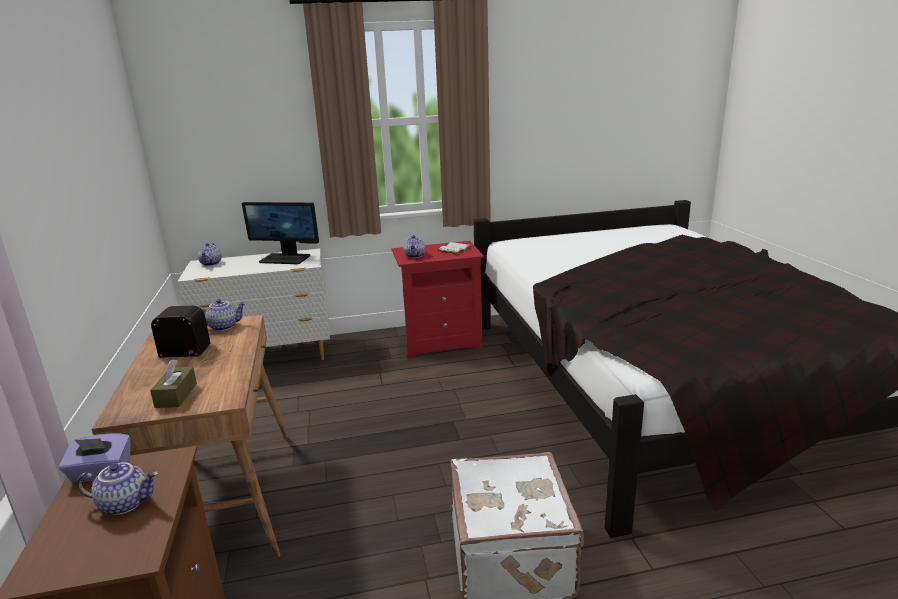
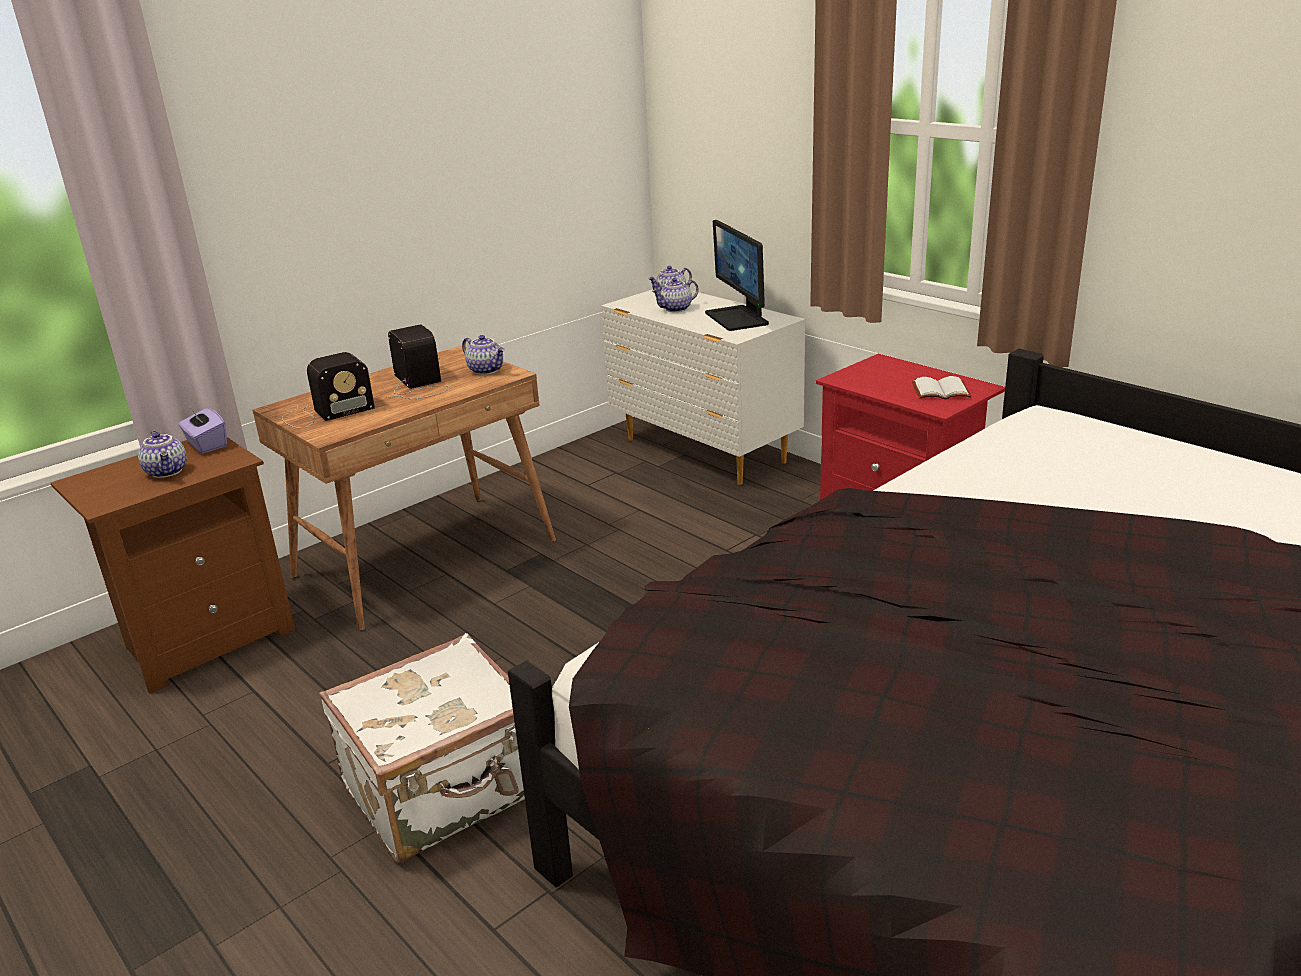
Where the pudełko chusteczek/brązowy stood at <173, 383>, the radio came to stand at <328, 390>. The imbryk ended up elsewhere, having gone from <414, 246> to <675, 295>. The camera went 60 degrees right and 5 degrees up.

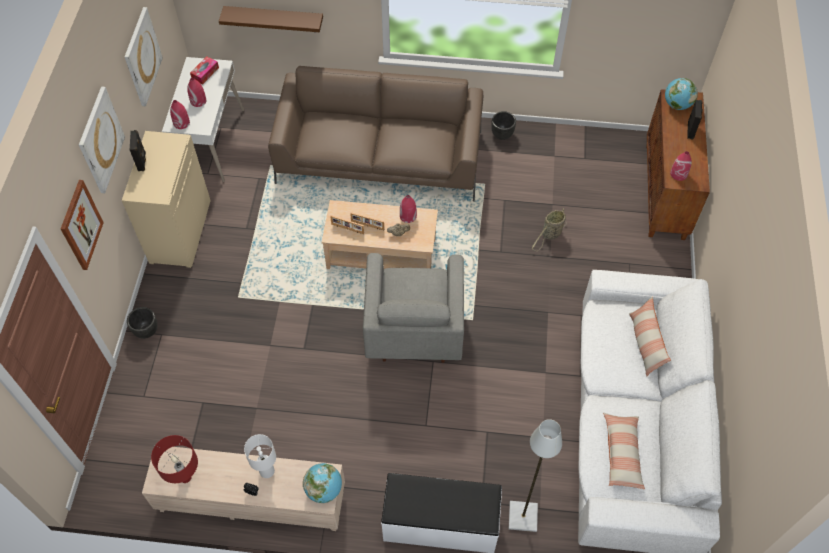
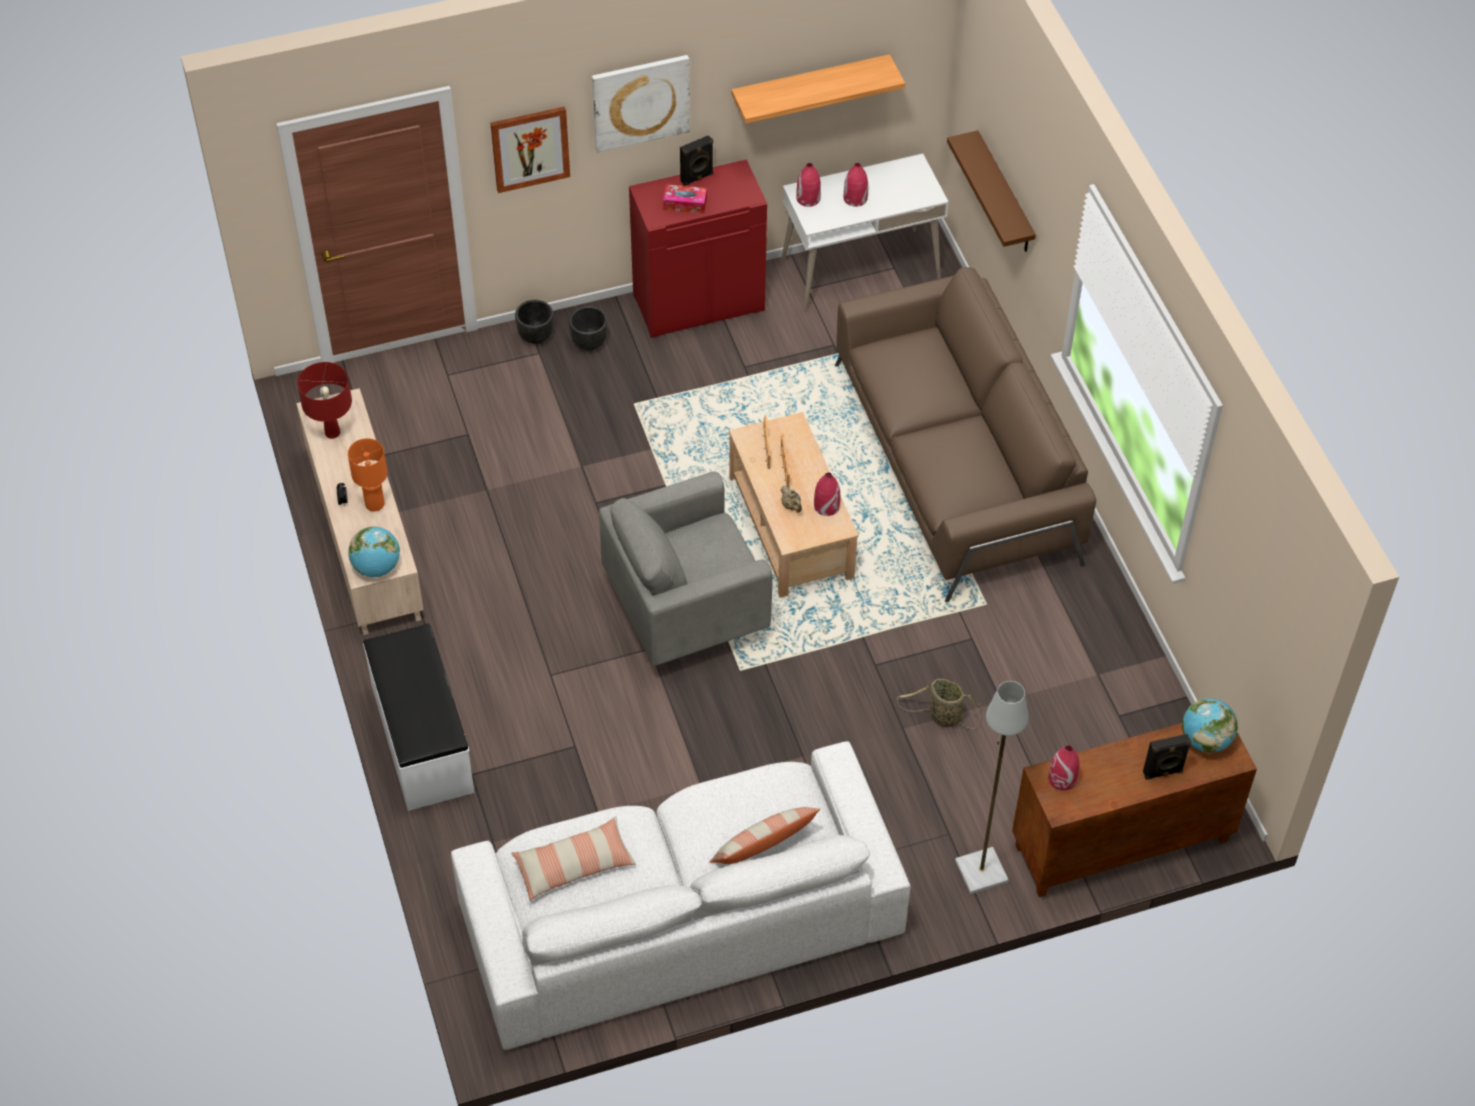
What was the szafka/beżowy at <166, 199> turned into the szafka/czerwony at <698, 248>. Where the obraz hung at <144, 57>, the półka came to hang at <818, 89>. The pudełko chusteczek ended up elsewhere, having gone from <204, 70> to <685, 198>. What was the lampa stołowa/biały at <260, 456> turned into the lampa stołowa/pomarańczowy at <368, 474>. The donica/czarny ended up elsewhere, having gone from <503, 125> to <588, 328>. The lampa stojąca/szary ended up elsewhere, having gone from <535, 475> to <991, 787>. The camera went 65 degrees right and 5 degrees down.

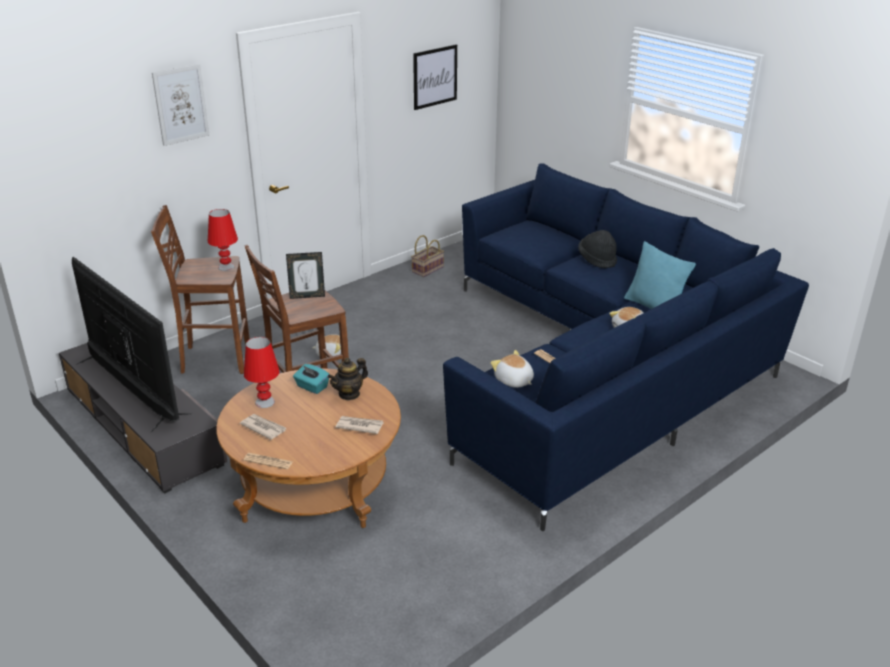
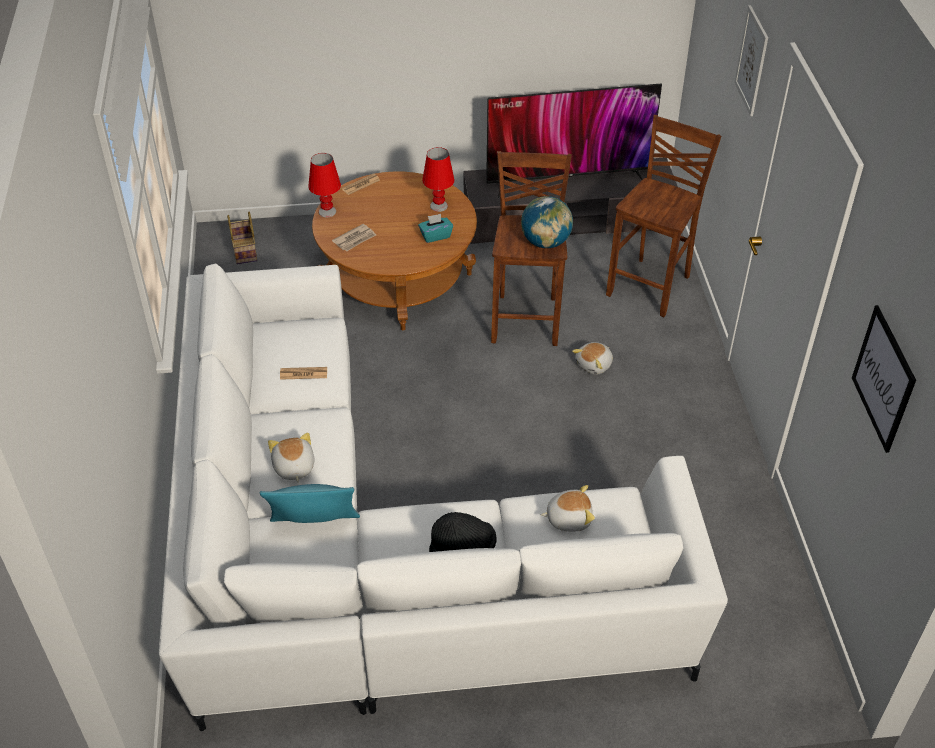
The lampa stołowa/czerwony ended up elsewhere, having gone from <223, 240> to <324, 185>. The second view lost the gazeta at <263, 427>. Where the ramka na zdjęcie stood at <305, 275>, the globus came to stand at <547, 222>. The second view lost the imbryk at <348, 379>. The koszyk ended up elsewhere, having gone from <427, 256> to <242, 238>. What was the kanapa/niebieski at <626, 347> turned into the kanapa/biały at <443, 497>. The pluszak ended up elsewhere, having gone from <512, 369> to <568, 508>. The camera went 125 degrees right and 15 degrees up.

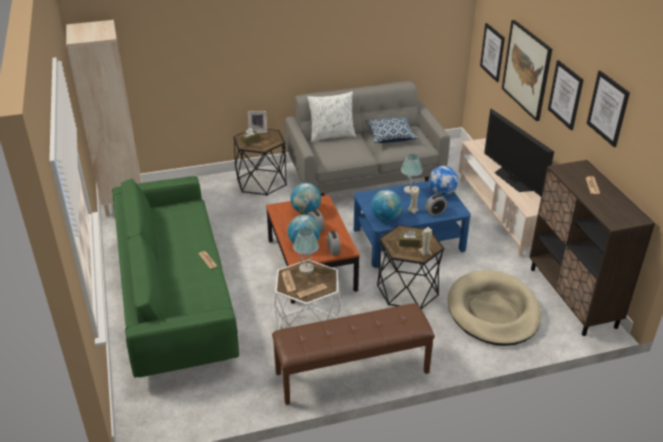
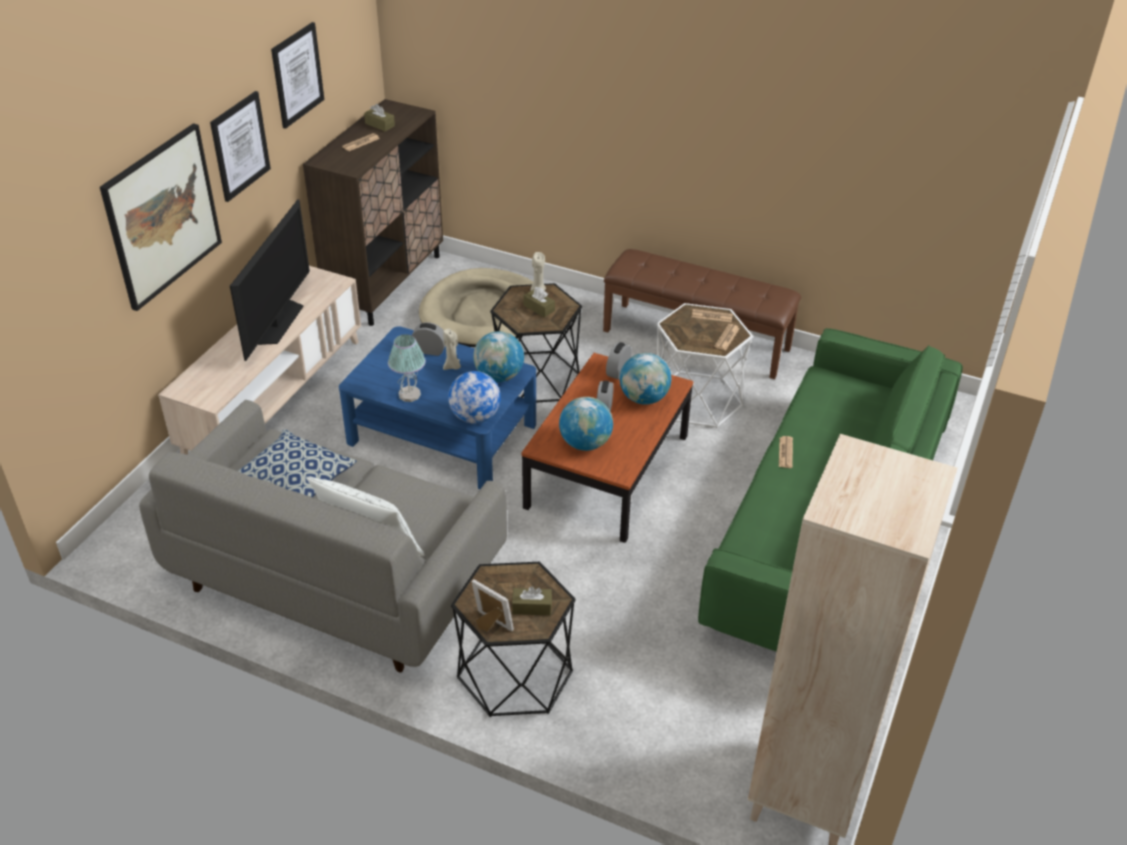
The second view lost the lampa stołowa at <306, 251>. The globus ended up elsewhere, having gone from <443, 181> to <474, 397>. The second view lost the obraz at <492, 52>. The second view gained the pudełko chusteczek/brązowy at <379, 117>. The camera went 140 degrees left and 5 degrees up.

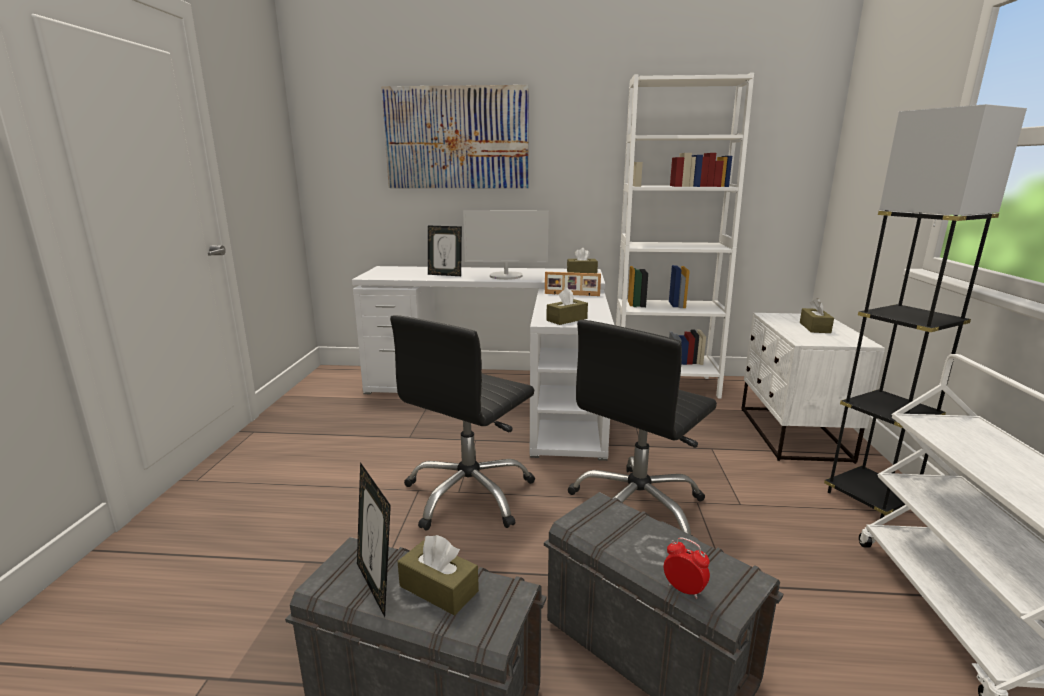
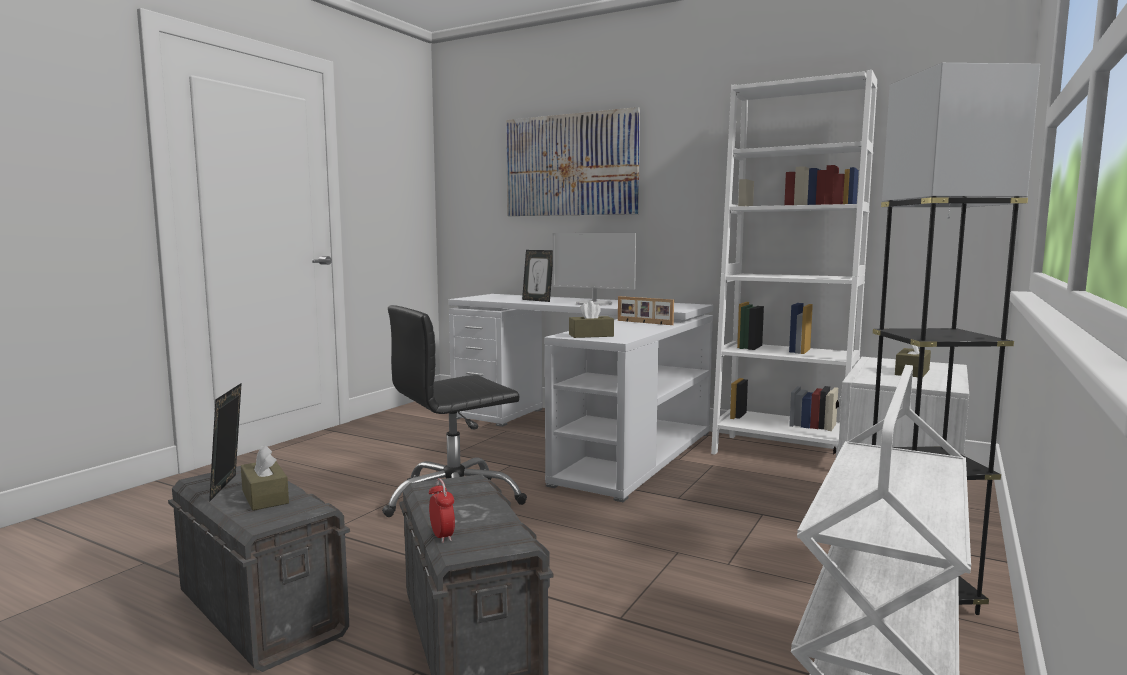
The second view lost the pudełko chusteczek/brązowy at <582, 260>. The second view lost the krzesło biurowe/czarny at <642, 427>. The camera went 25 degrees right and 10 degrees down.

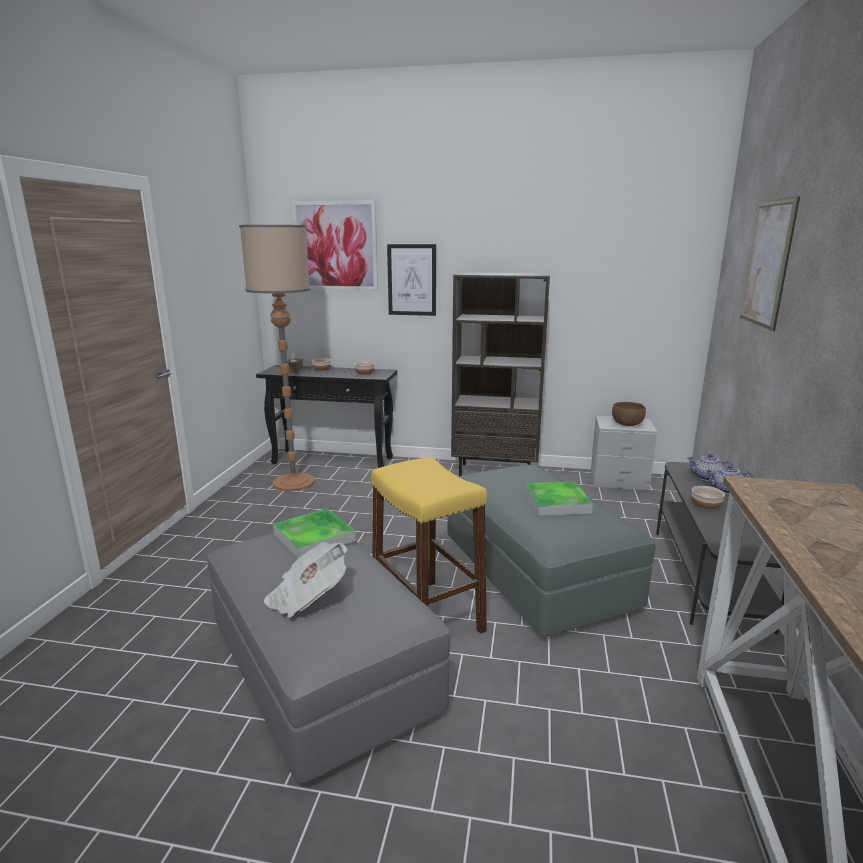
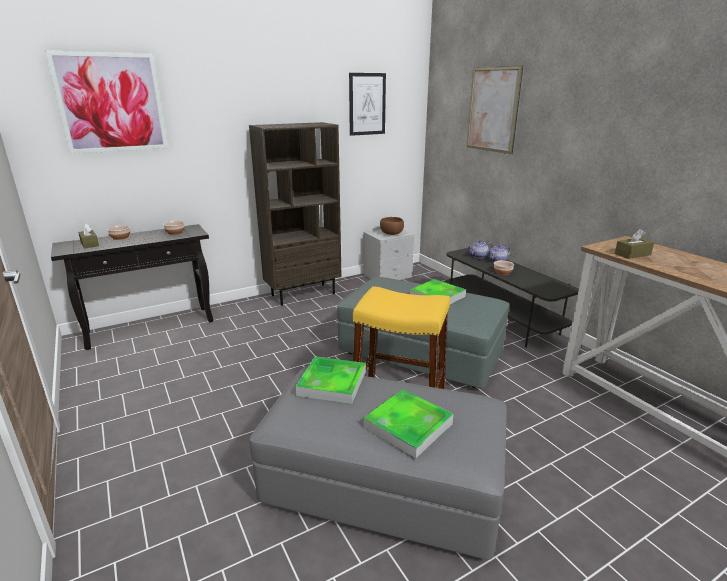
The second view lost the lampa stojąca at <277, 358>. Where the gazeta stood at <306, 580>, the taca came to stand at <408, 423>. The obraz ended up elsewhere, having gone from <411, 280> to <367, 104>. The second view gained the pudełko chusteczek/brązowy at <634, 244>. The camera went 40 degrees left and 5 degrees up.

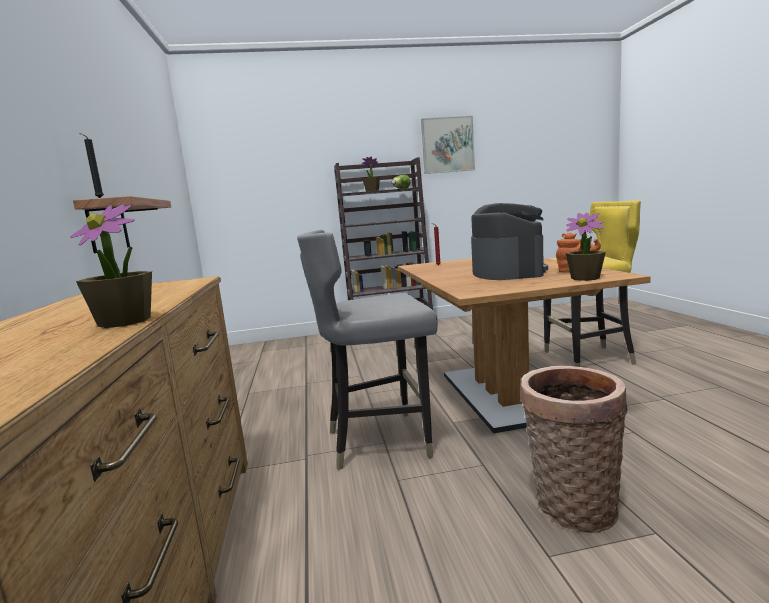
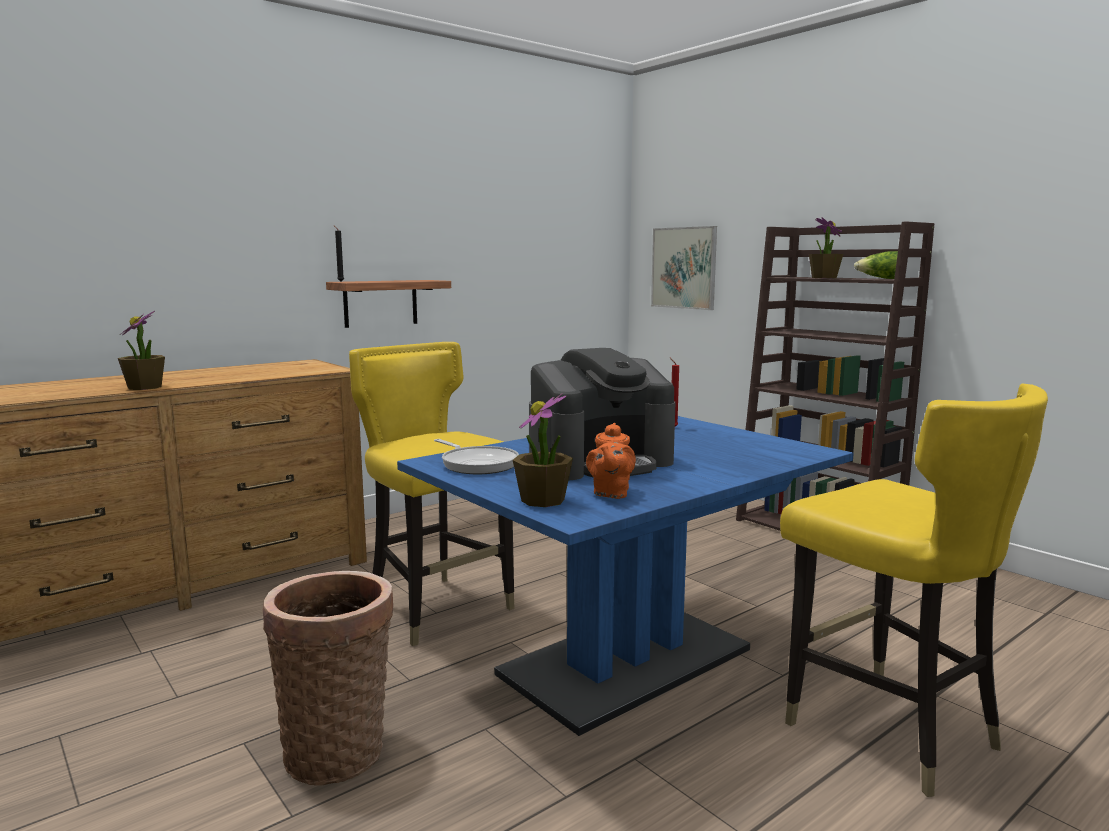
What was the krzesło/szary at <367, 350> turned into the krzesło/żółty at <432, 494>. What was the stół jadalny/brązowy at <524, 345> turned into the stół jadalny/niebieski at <625, 576>. The obraz ended up elsewhere, having gone from <448, 145> to <684, 268>. The second view gained the patelnia at <476, 456>. The camera went 60 degrees right and 0 degrees up.

